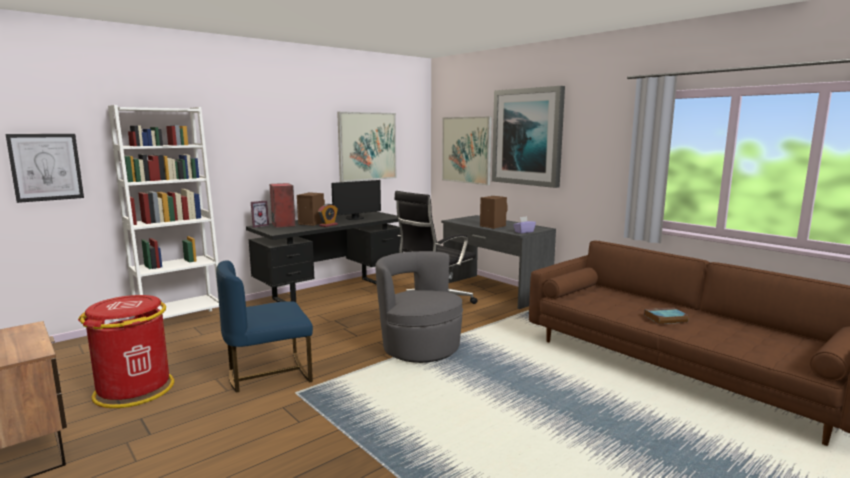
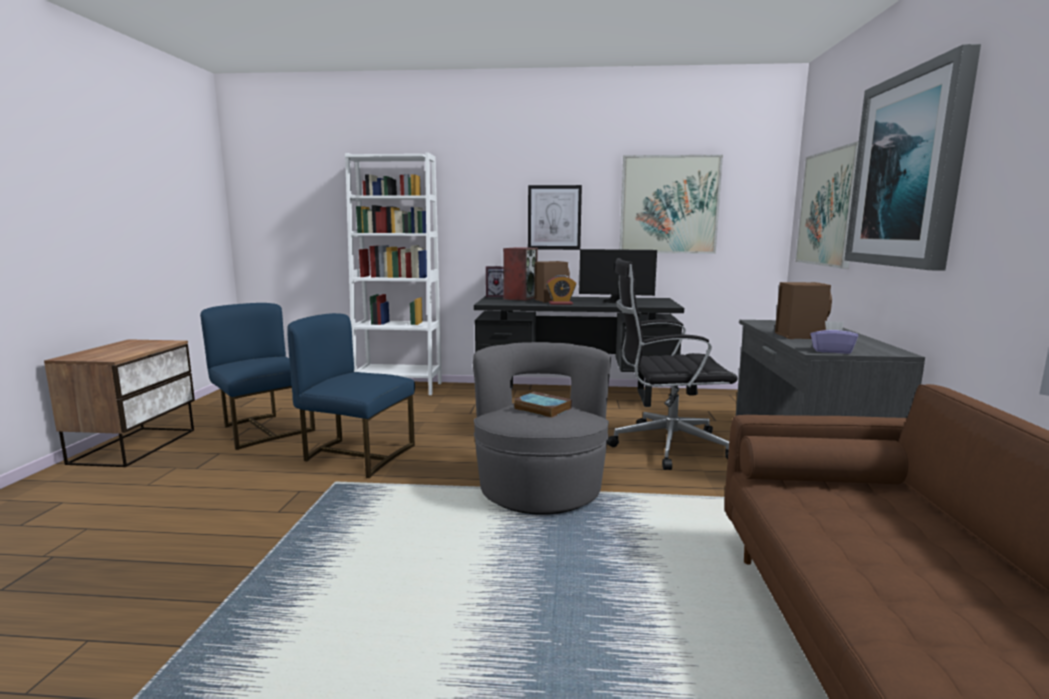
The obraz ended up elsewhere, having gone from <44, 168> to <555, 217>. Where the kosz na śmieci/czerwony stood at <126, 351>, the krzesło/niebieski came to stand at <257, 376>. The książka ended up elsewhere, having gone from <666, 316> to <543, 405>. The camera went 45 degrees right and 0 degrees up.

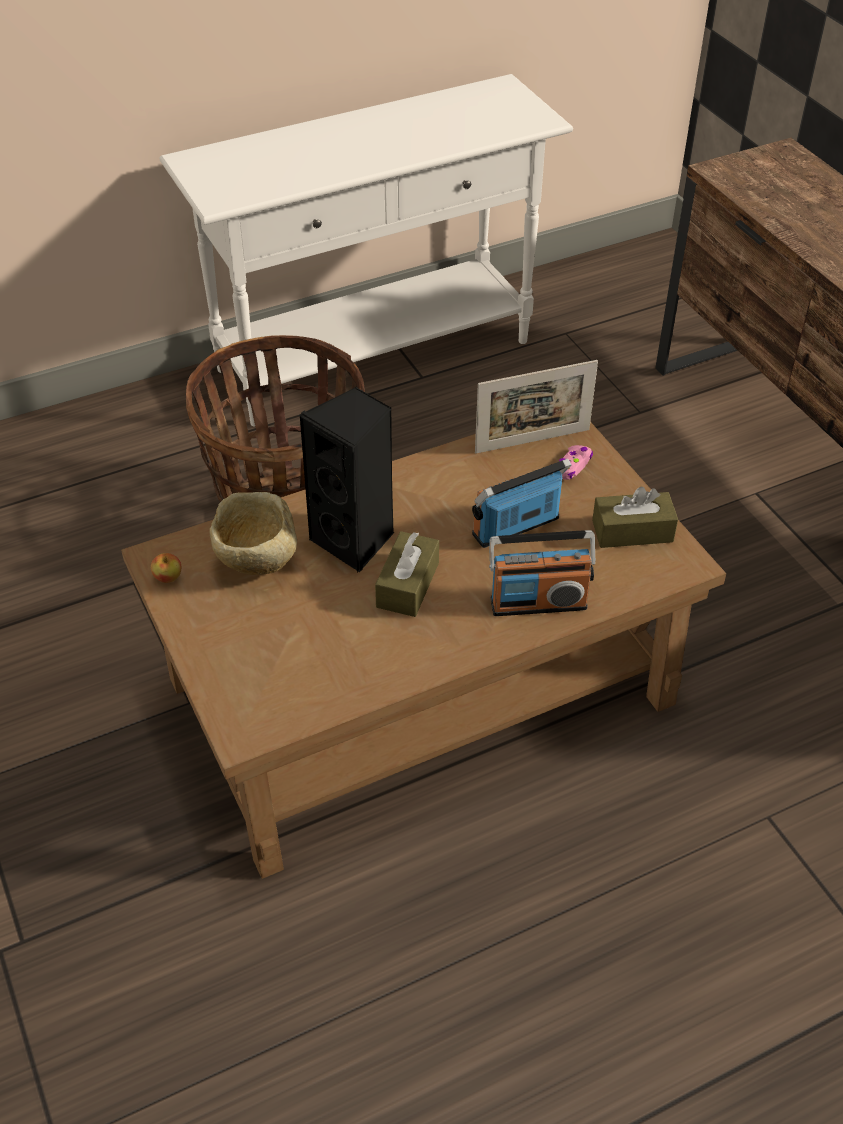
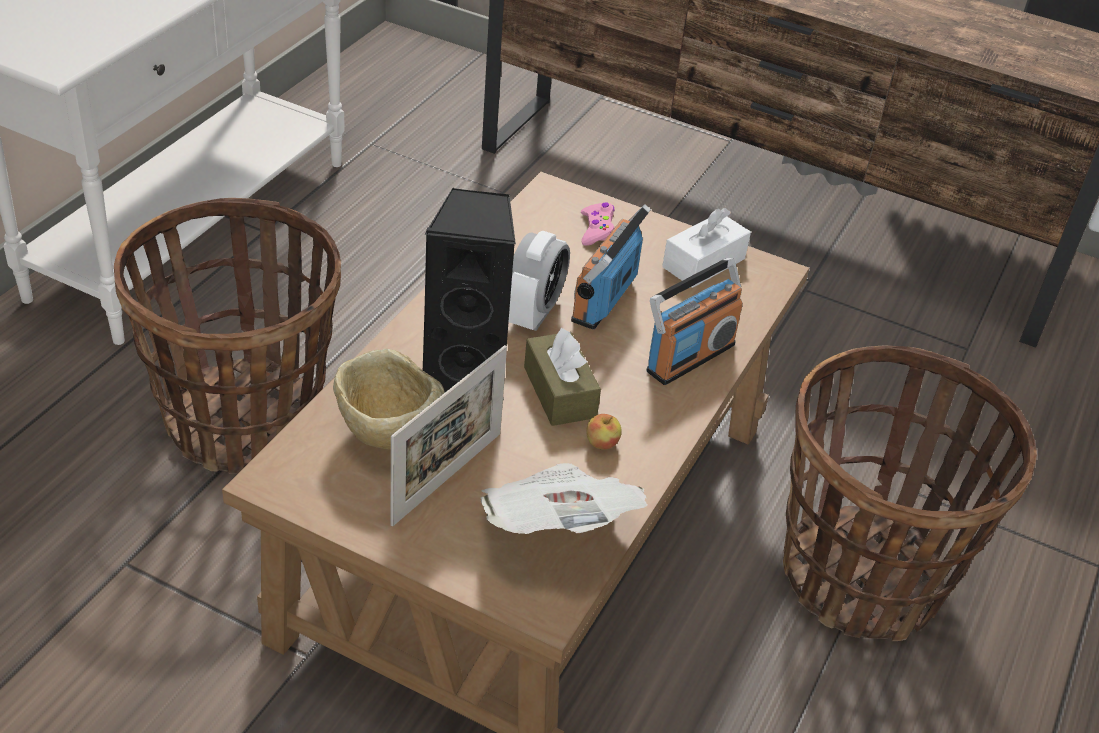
The jabłko ended up elsewhere, having gone from <166, 568> to <604, 432>. The ramka na zdjęcie ended up elsewhere, having gone from <536, 406> to <449, 435>. What was the pudełko chusteczek/brązowy at <635, 517> turned into the pudełko chusteczek/biały at <706, 248>. The second view gained the gazeta at <564, 498>. The second view gained the budzik at <539, 280>. The second view gained the koszyk at <910, 493>. The camera went 40 degrees left and 5 degrees down.

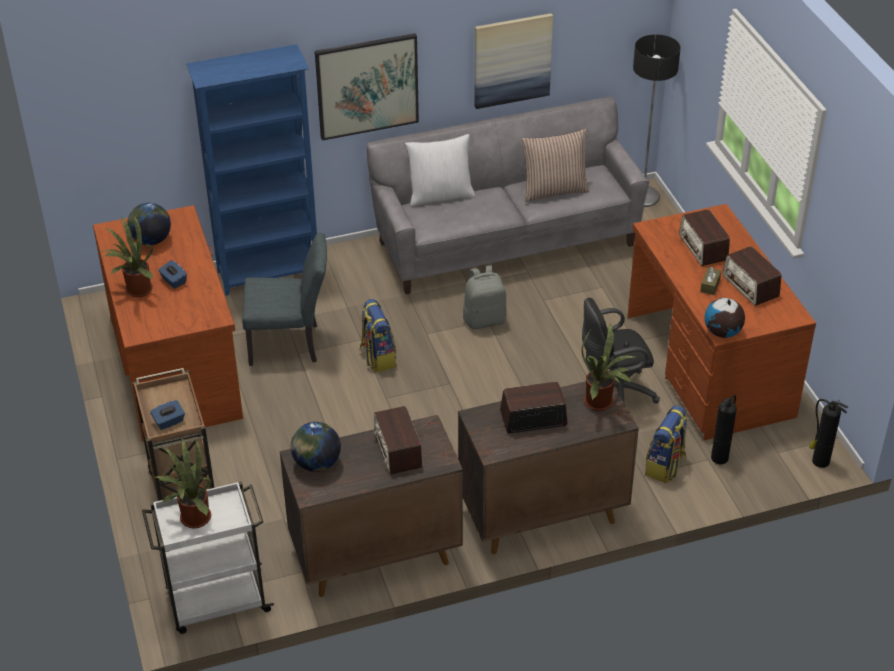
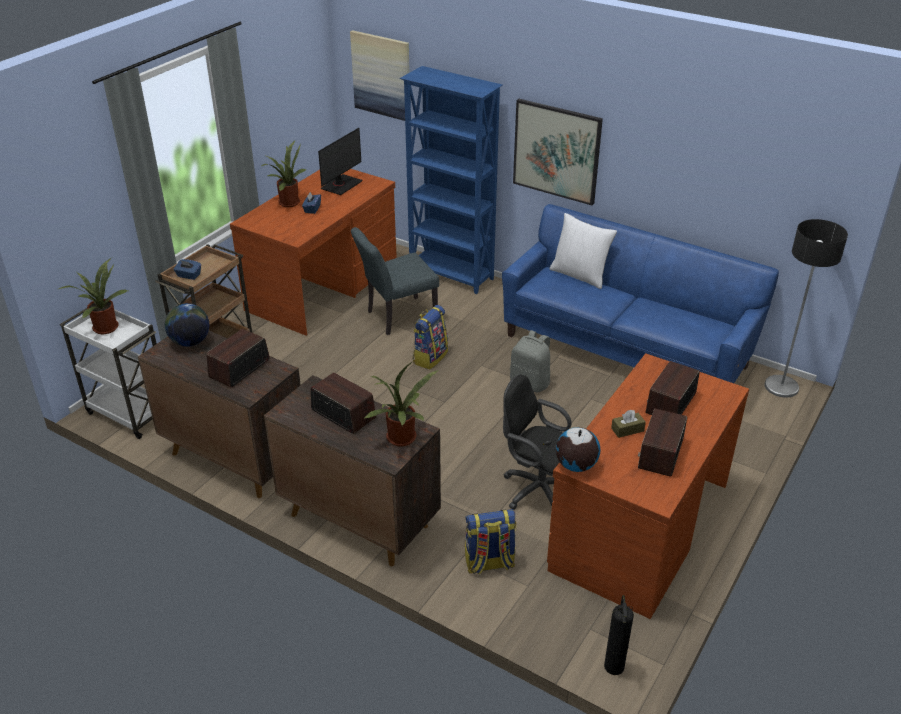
Where the globus stood at <149, 224>, the monitor came to stand at <340, 161>. The krzesło/szary at <284, 299> ended up facing another way, 105 degrees clockwise from before. What was the kanapa/szary at <508, 195> turned into the kanapa/niebieski at <640, 293>. The obraz ended up elsewhere, having gone from <514, 61> to <380, 75>. The second view lost the poduszka at <555, 165>. The second view lost the gaśnica at <724, 429>. The camera went 50 degrees right and 5 degrees down.

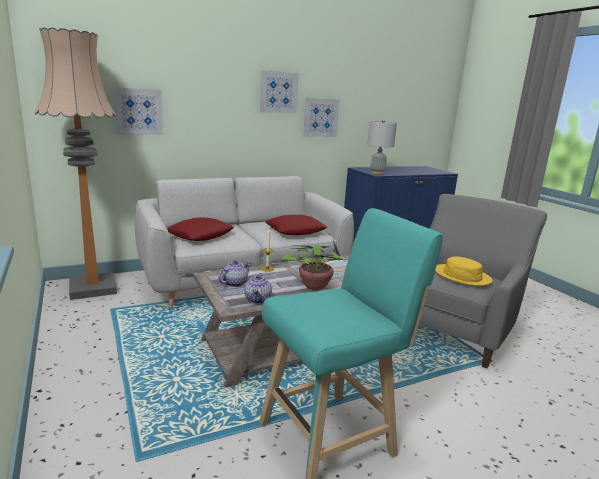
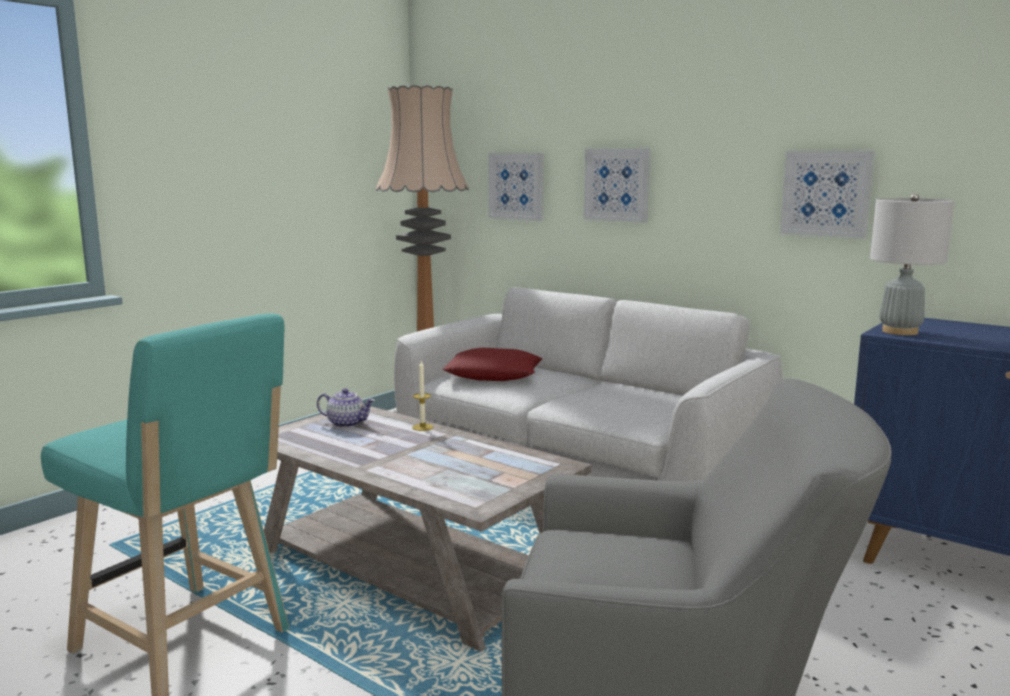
The second view lost the imbryk at <258, 288>. The obraz ended up elsewhere, having gone from <279, 92> to <617, 185>. The second view lost the poduszka/czerwony at <296, 225>. The second view lost the roślina doniczkowa at <315, 265>. The second view lost the kapelusz/żółty at <463, 271>. The camera went 65 degrees right and 5 degrees down.

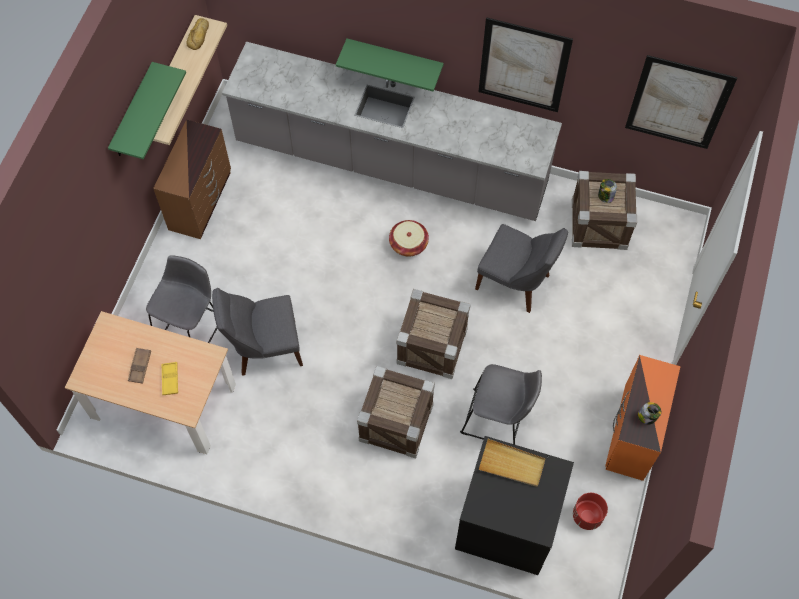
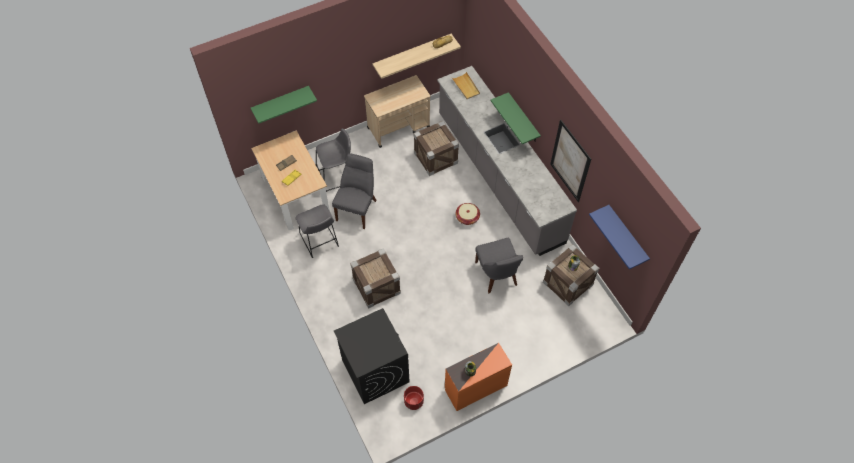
The półka/zielony ended up elsewhere, having gone from <147, 110> to <284, 105>. Where the komoda/brązowy stood at <192, 179>, the wózek/beżowy came to stand at <397, 111>. The krzesło/szary at <257, 332> ended up facing another way, 75 degrees clockwise from before. The skrzynka ended up elsewhere, having gone from <433, 334> to <436, 148>. The stołek/szary ended up elsewhere, having gone from <501, 404> to <317, 231>. The taca/beżowy ended up elsewhere, having gone from <511, 463> to <466, 85>. Where the obraz hung at <681, 102>, the półka/niebieski came to hang at <619, 237>. The camera went 45 degrees right and 5 degrees down.

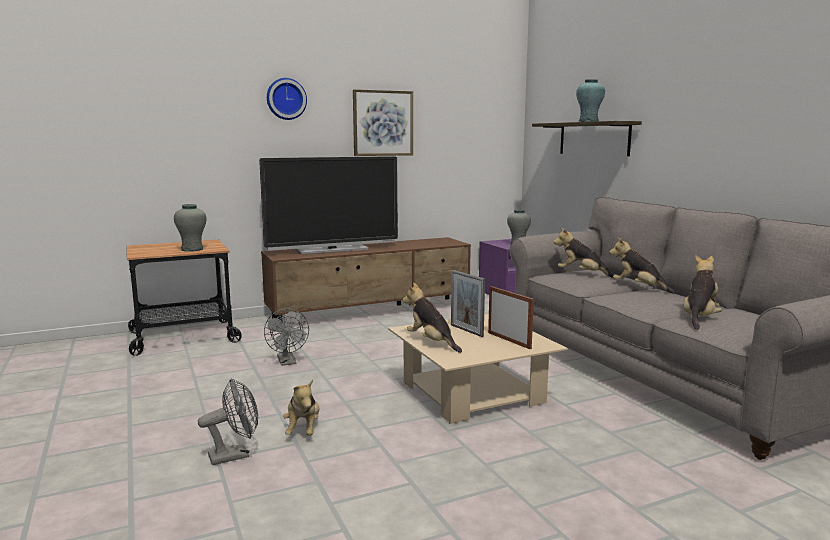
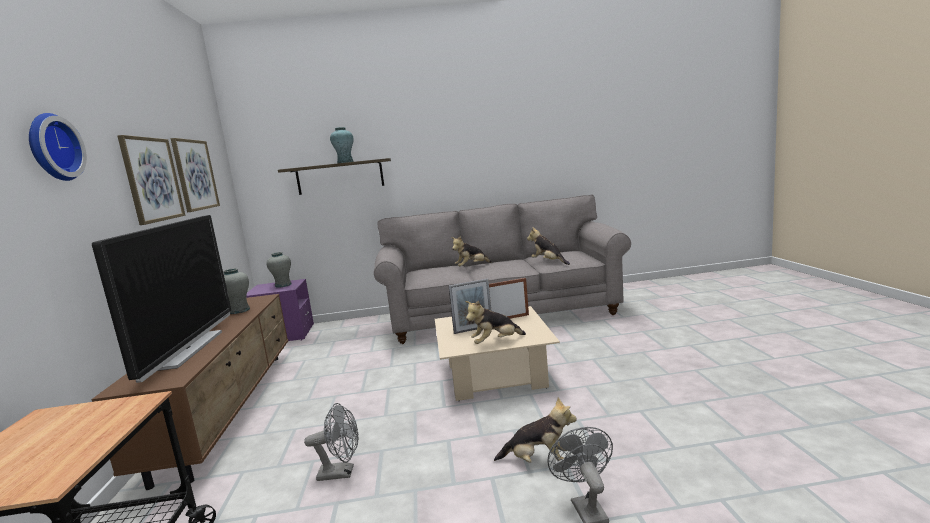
The wazon/szary ended up elsewhere, having gone from <190, 228> to <237, 291>. The second view lost the pluszak at <584, 253>. The second view gained the obraz at <195, 175>. The camera went 70 degrees left and 0 degrees up.

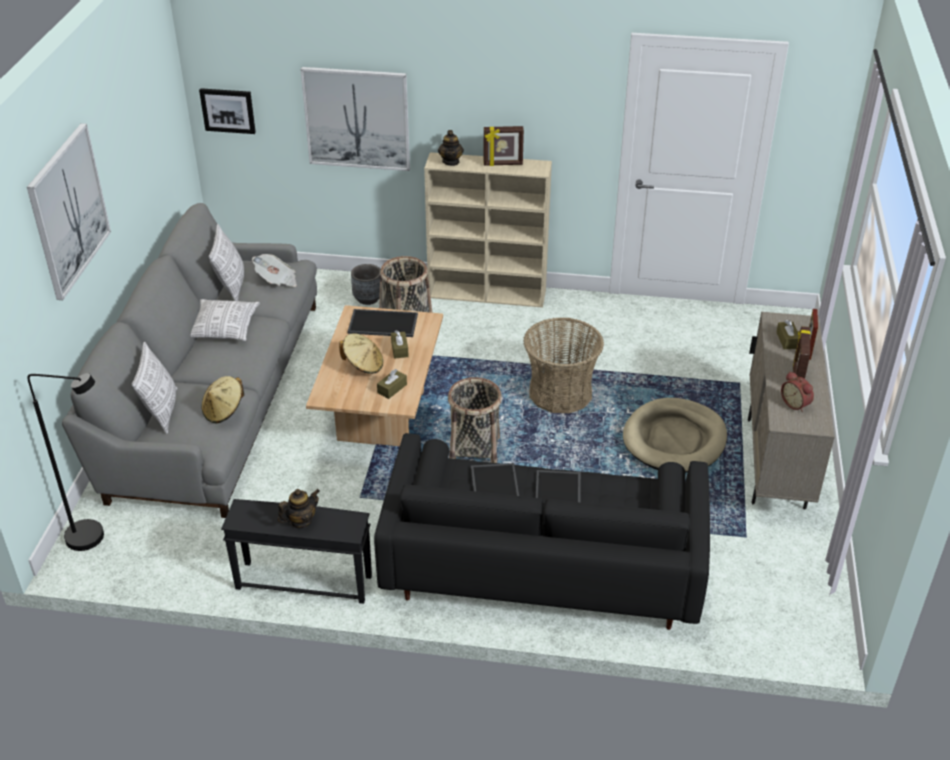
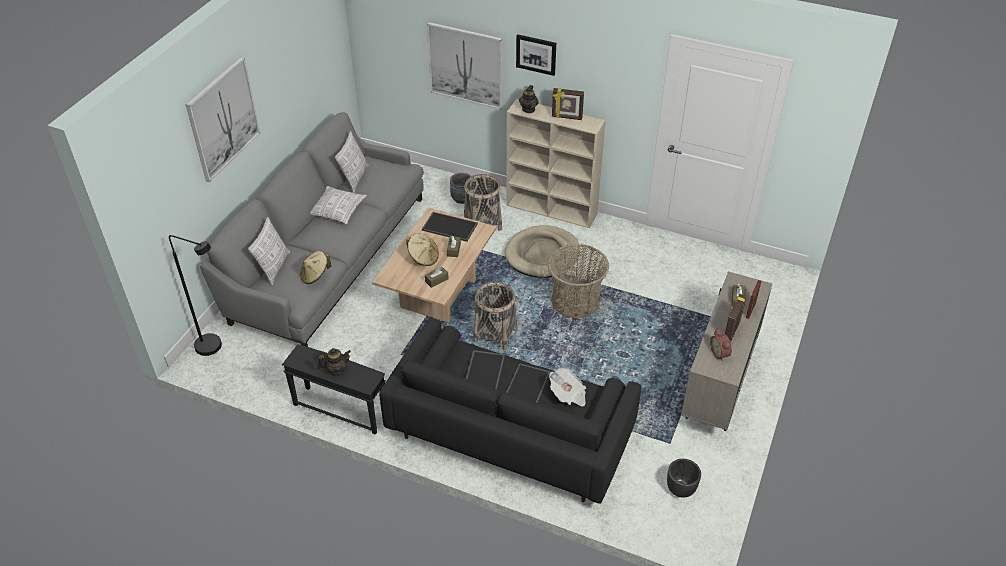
The obraz ended up elsewhere, having gone from <227, 111> to <536, 55>. The gazeta ended up elsewhere, having gone from <274, 270> to <567, 387>. The legowisko/beżowy ended up elsewhere, having gone from <675, 435> to <542, 251>. The second view gained the donica/czarny at <684, 478>. The camera went 15 degrees right and 5 degrees up.

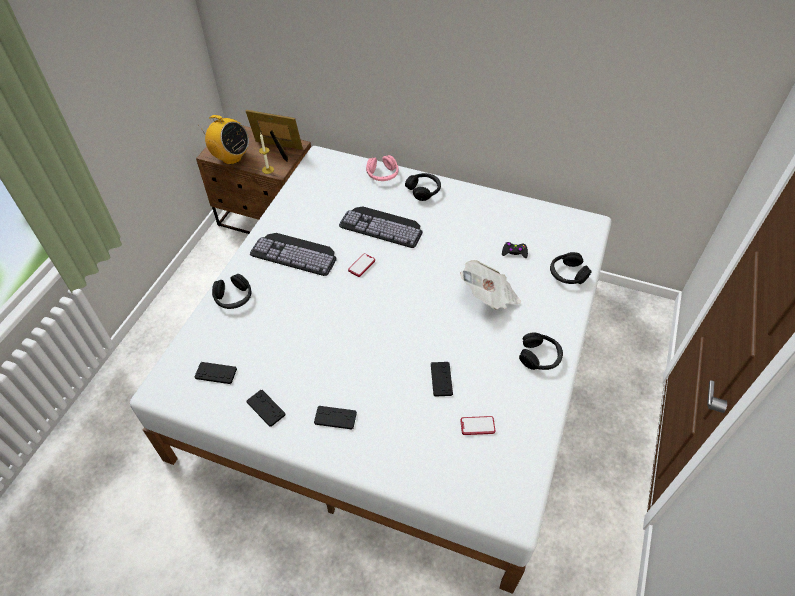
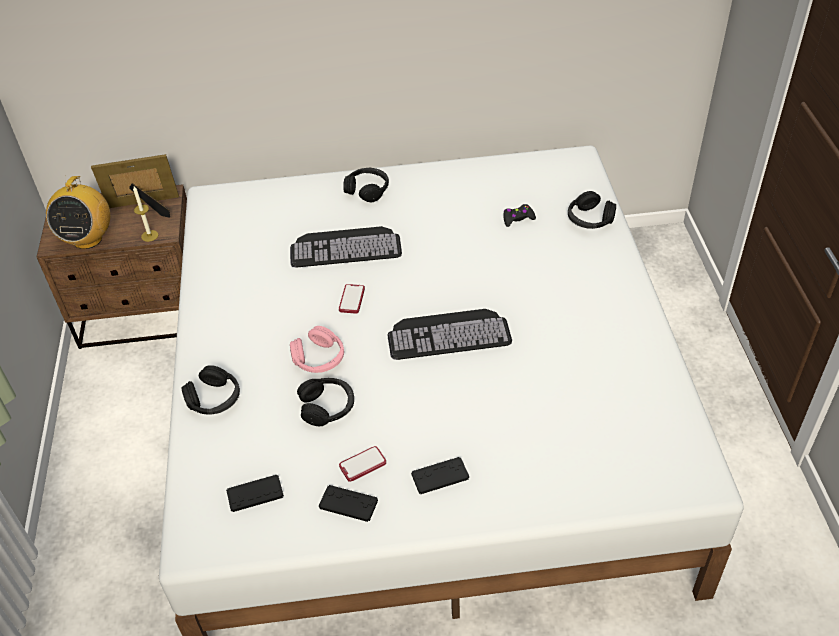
The radio at <224, 140> ended up facing another way, 90 degrees clockwise from before. The klawiatura ended up elsewhere, having gone from <293, 254> to <449, 334>. The słuchawki/różowy ended up elsewhere, having gone from <382, 168> to <317, 349>. The second view lost the pad do gier/czarny at <442, 379>. The second view lost the gazeta at <490, 284>. The telefon ended up elsewhere, having gone from <477, 425> to <362, 464>. The słuchawki/czarny ended up elsewhere, having gone from <541, 351> to <325, 402>. The camera went 25 degrees left and 5 degrees down.

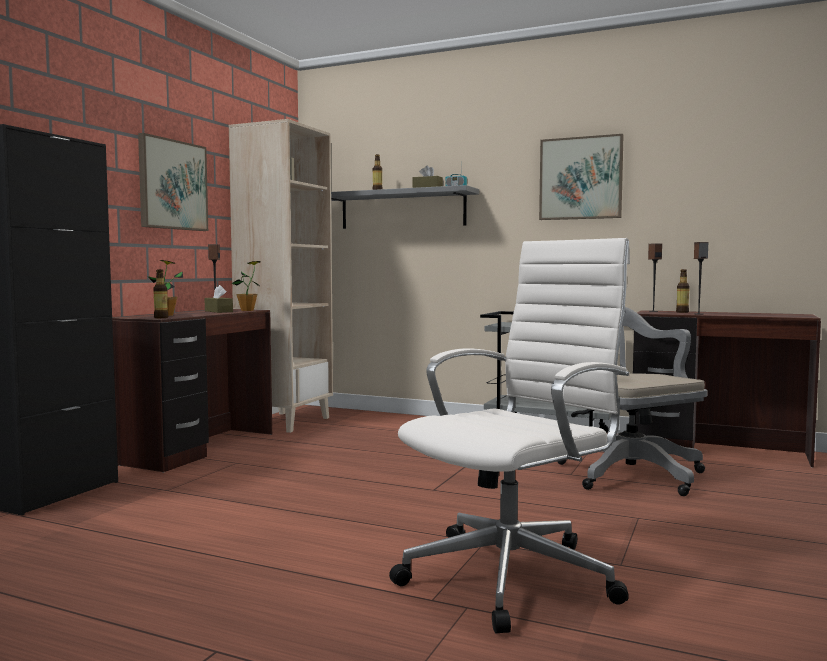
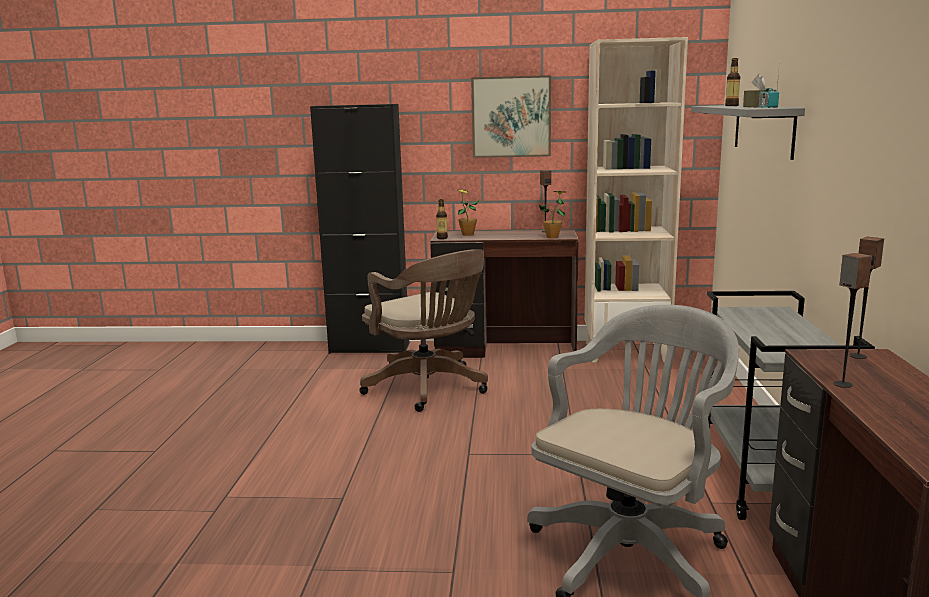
The second view lost the pudełko chusteczek/brązowy at <219, 299>. The second view lost the krzesło biurowe/biały at <509, 435>. The second view lost the obraz at <581, 177>. The second view lost the butelka at <683, 291>. The second view gained the krzesło biurowe/brązowy at <423, 330>. The camera went 70 degrees right and 10 degrees up.

